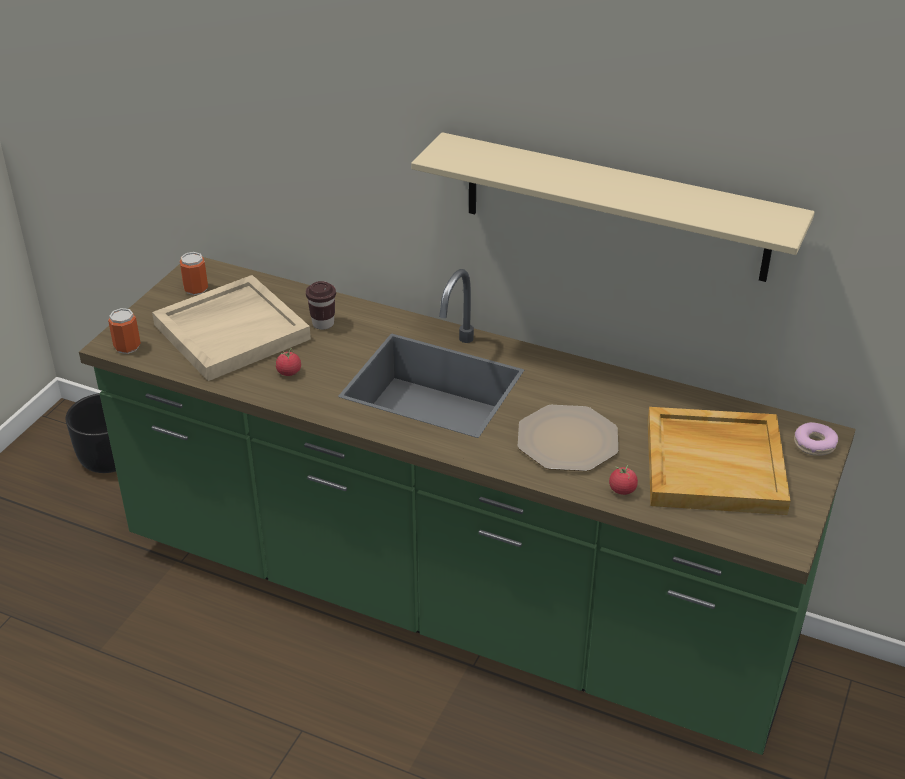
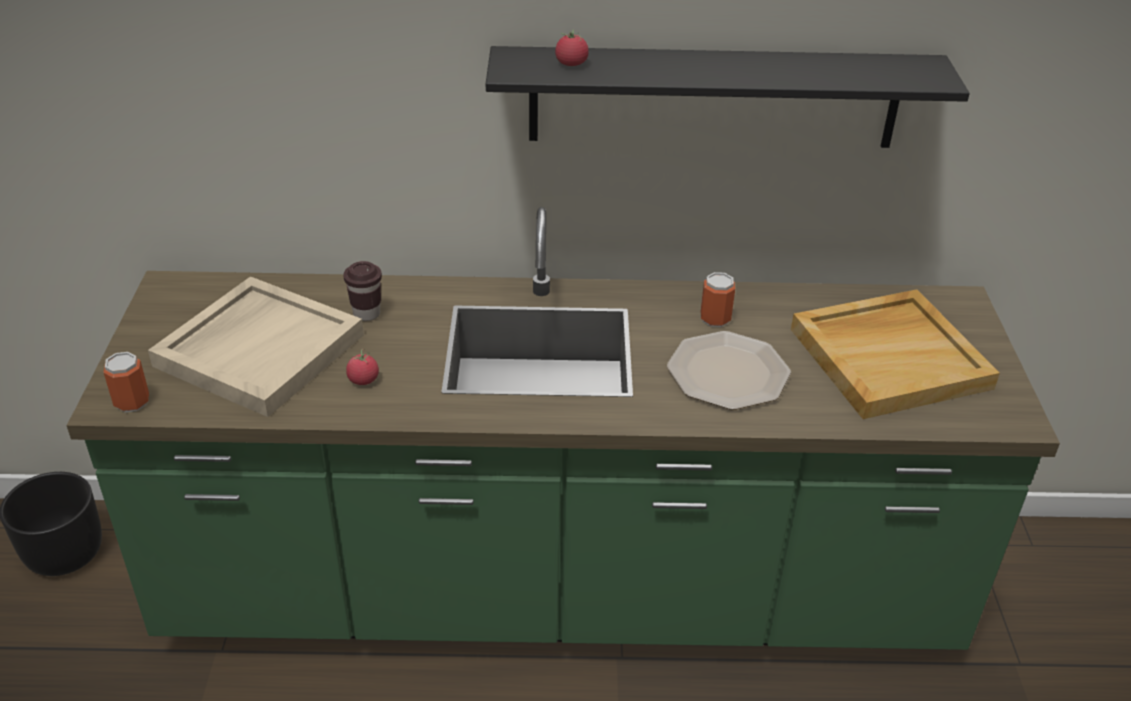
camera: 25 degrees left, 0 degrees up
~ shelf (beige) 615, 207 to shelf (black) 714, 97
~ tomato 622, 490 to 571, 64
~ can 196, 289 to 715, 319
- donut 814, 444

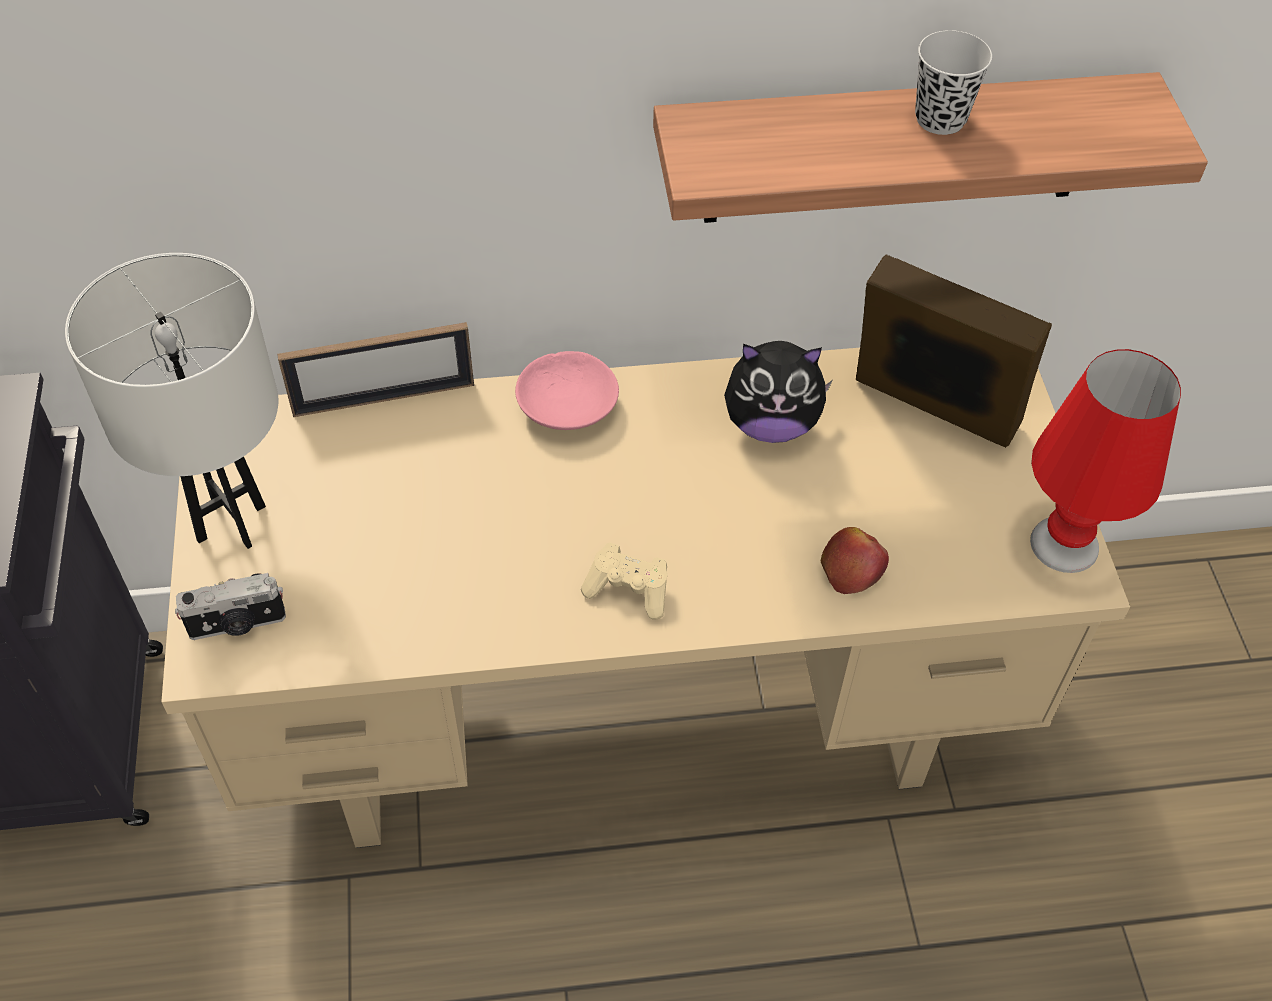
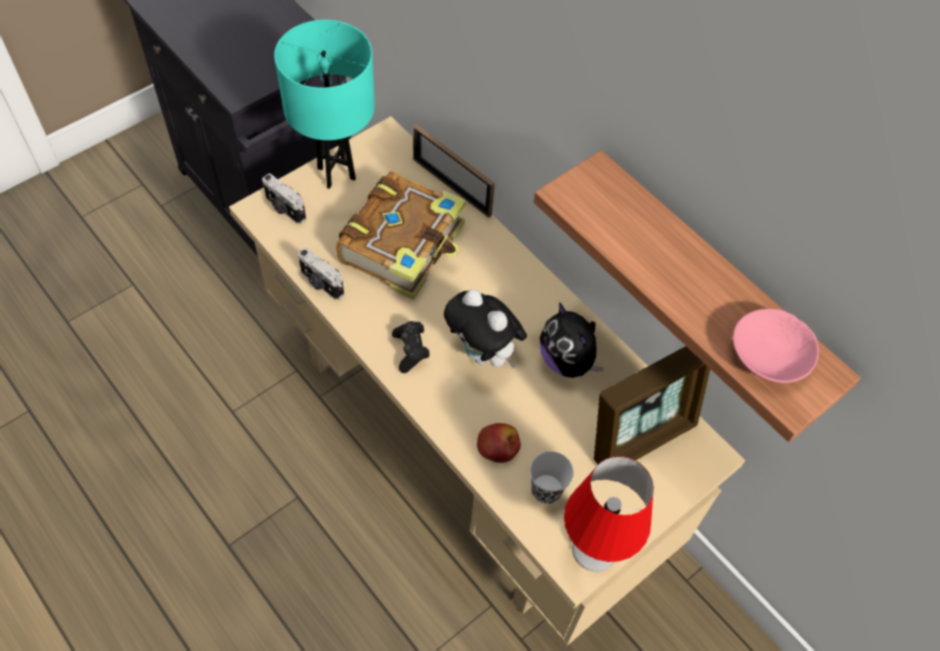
camera: 55 degrees right, 5 degrees up
~ table lamp (white) 231, 522 to table lamp (turquoise) 337, 173
+ photo camera 321, 283
+ book 404, 244
~ game controller (beige) 629, 590 to game controller (black) 410, 351
+ plush toy 484, 354
~ cup (black) 940, 119 to 546, 490
~ picture frame 931, 411 = 640, 435 60 degrees clockwise
~ bowl (pink) 568, 405 to 770, 355

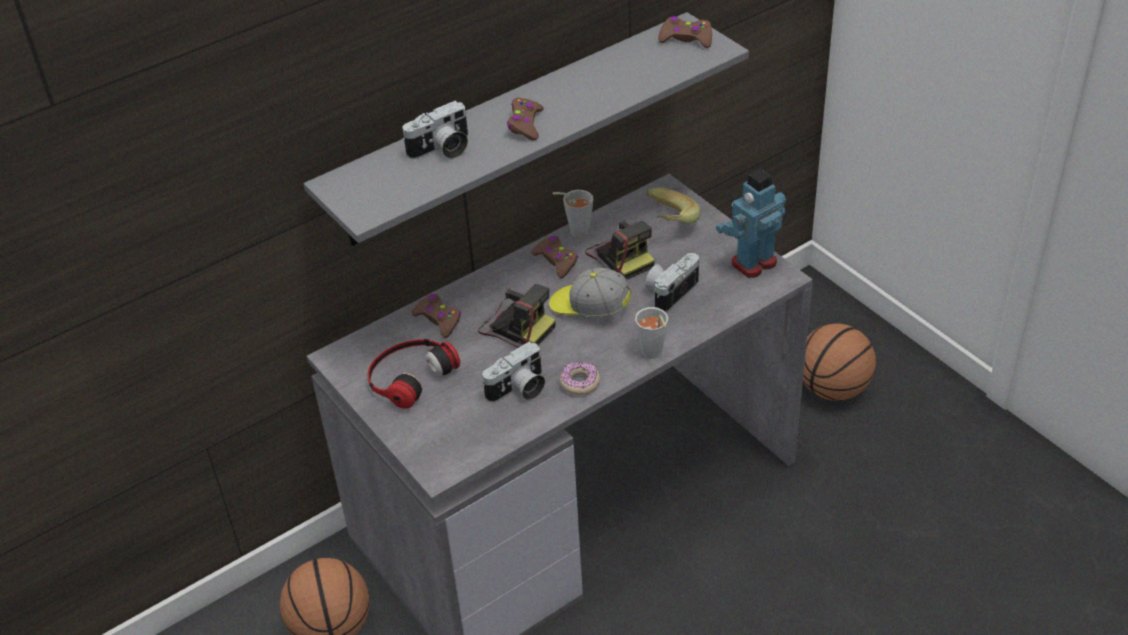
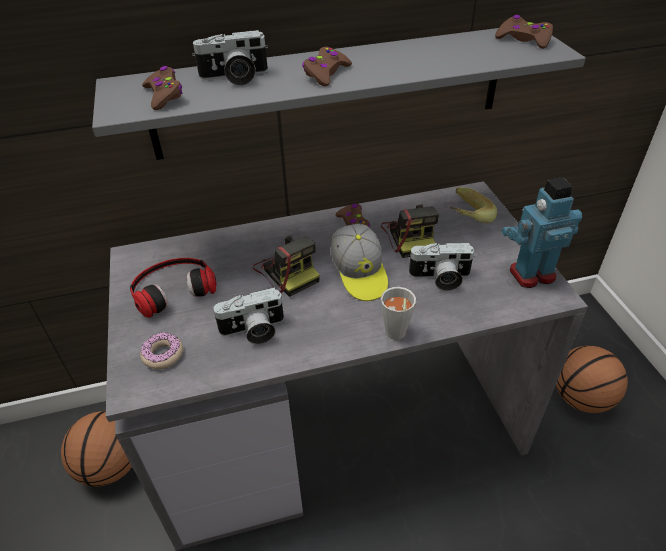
camera: 20 degrees right, 0 degrees up
~ donut 580, 383 to 163, 355
~ game controller (brown) 438, 320 to 164, 95
~ cap 589, 308 = 359, 273 150 degrees counterclockwise
~ photo camera 670, 291 = 440, 278 150 degrees counterclockwise
- cup (grey) 575, 231

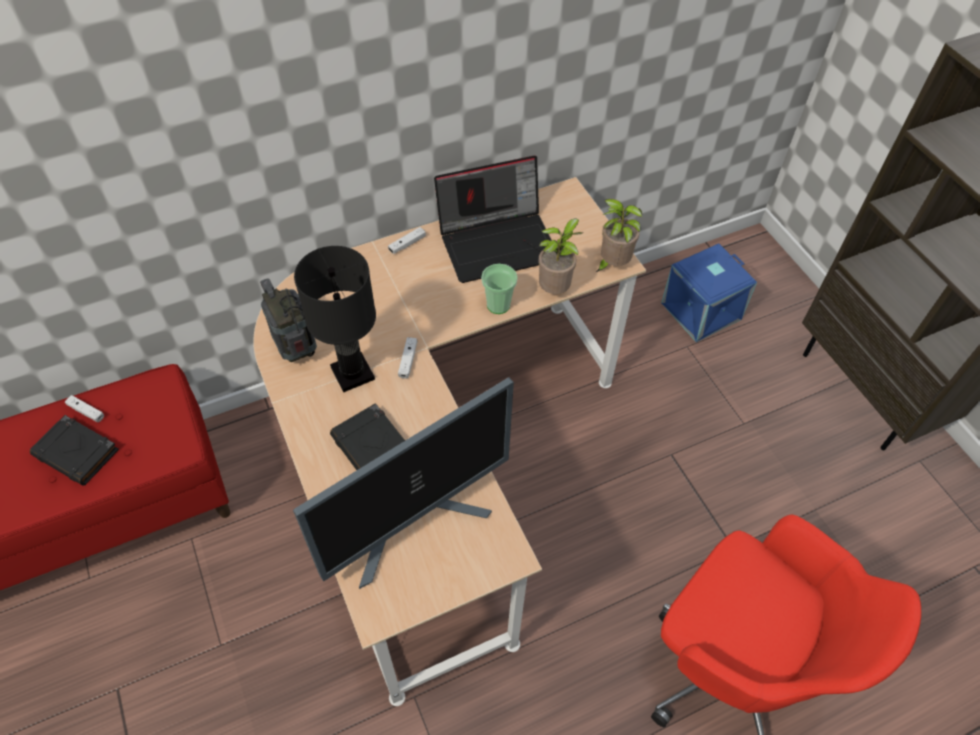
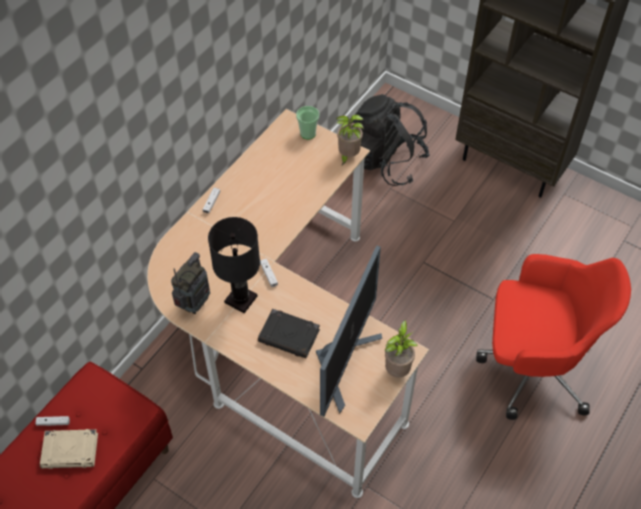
camera: 30 degrees left, 0 degrees up
~ book (black) 77, 453 to book (beige) 71, 450
~ radio 297, 350 = 194, 303 90 degrees clockwise
~ cup 498, 305 to 308, 133
~ storage box (blue) 701, 312 to backpack (black) 385, 161
~ potted plant 555, 290 to 397, 369
- laptop 498, 242

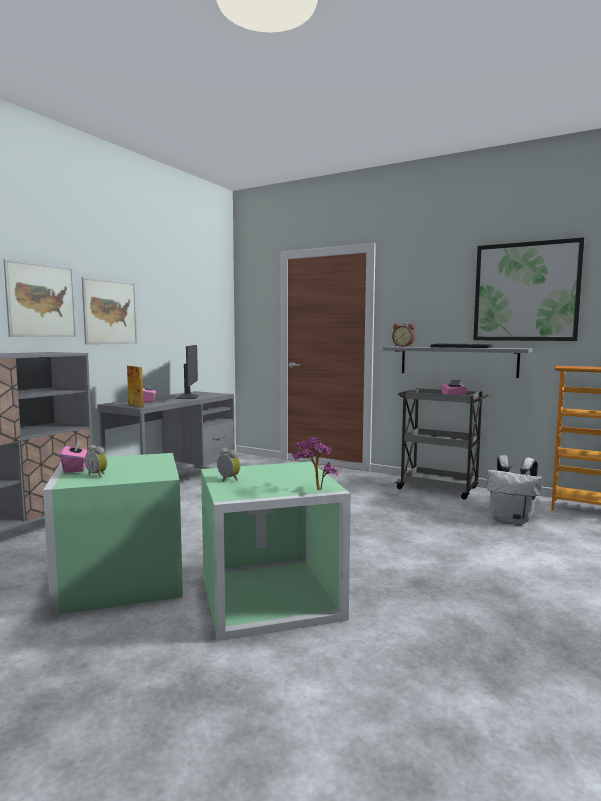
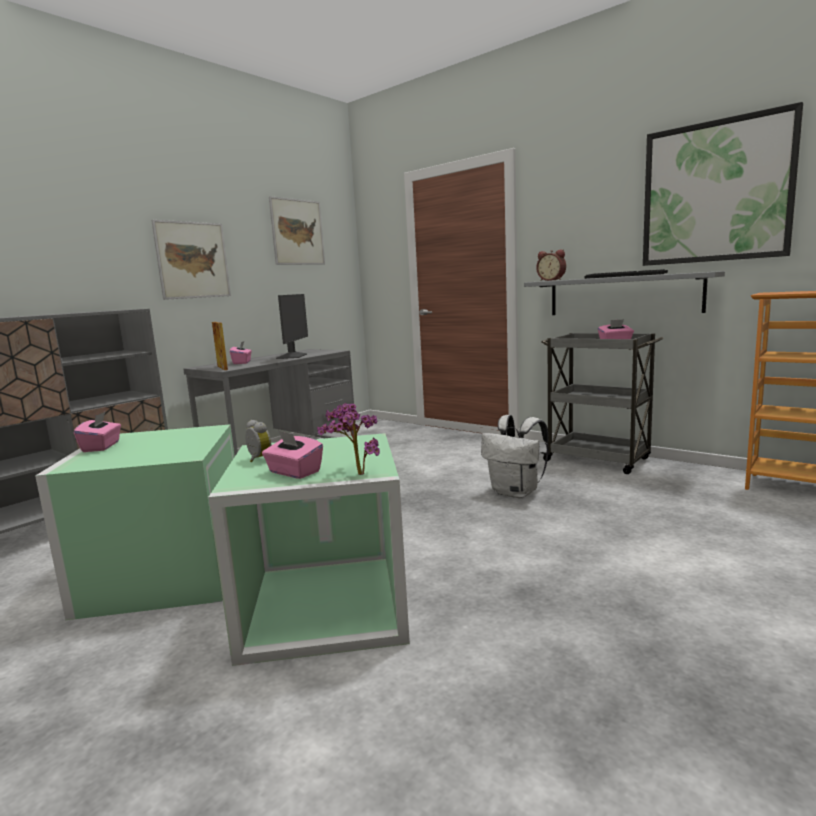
camera: 10 degrees right, 5 degrees up
+ tissue box (pink) 294, 472
~ picture 41, 300 to 297, 232
~ backpack (white) 512, 520 to 516, 492
- alarm clock 98, 475

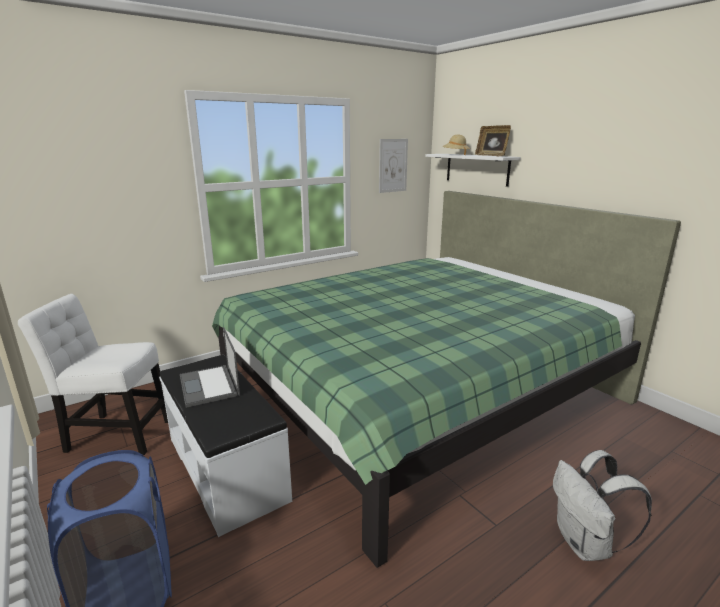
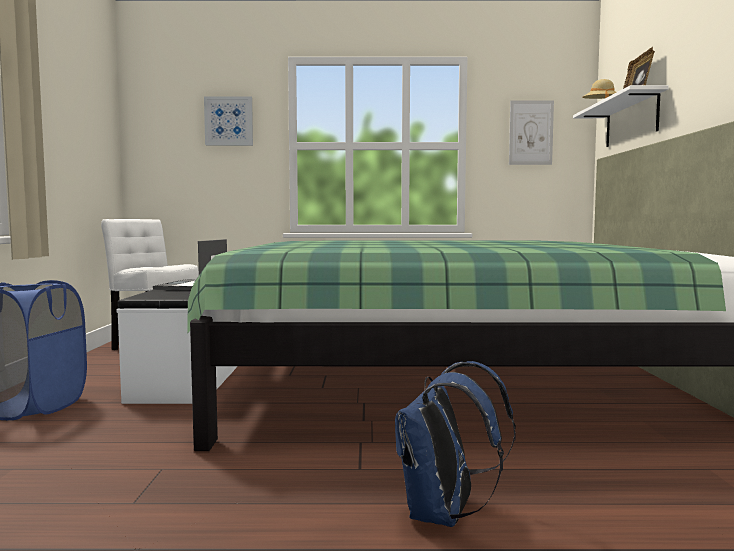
camera: 35 degrees right, 15 degrees down
+ picture 229, 121
~ backpack (white) 585, 544 to backpack (blue) 444, 515

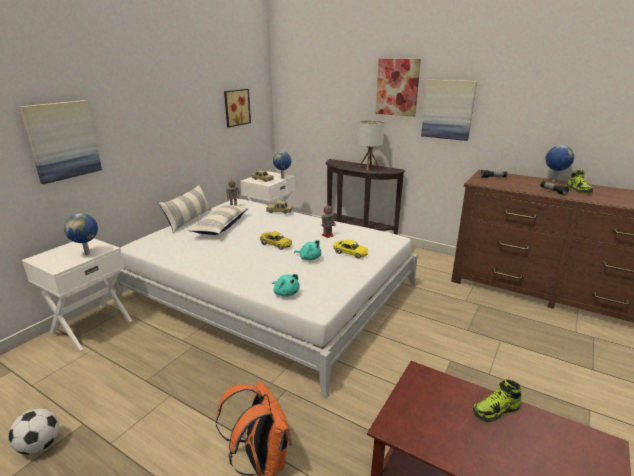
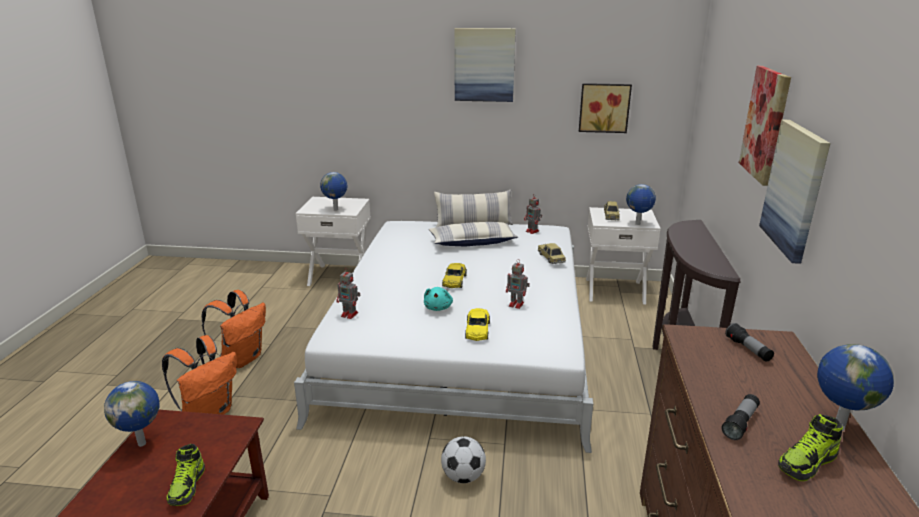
camera: 65 degrees right, 0 degrees up
+ globe 143, 443
~ shoe 495, 411 = 187, 486 135 degrees counterclockwise
+ backpack (orange) 242, 359
~ plush toy (turquoise) 286, 293 to toy robot 350, 314
~ football 40, 445 to 463, 476
~ picture 62, 140 to 484, 65
- table lamp 369, 167

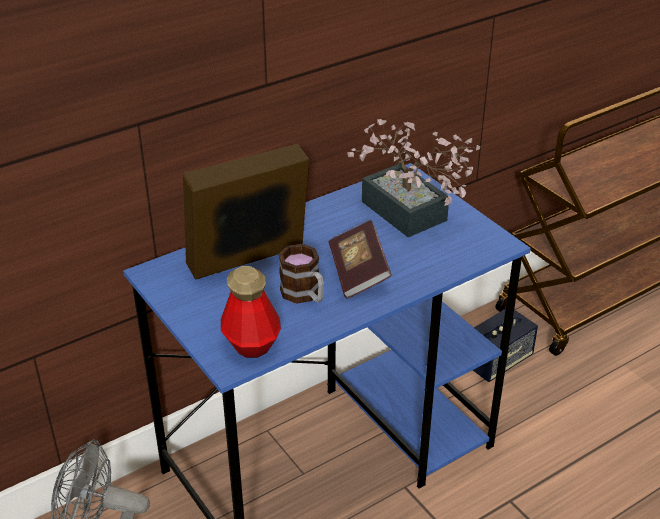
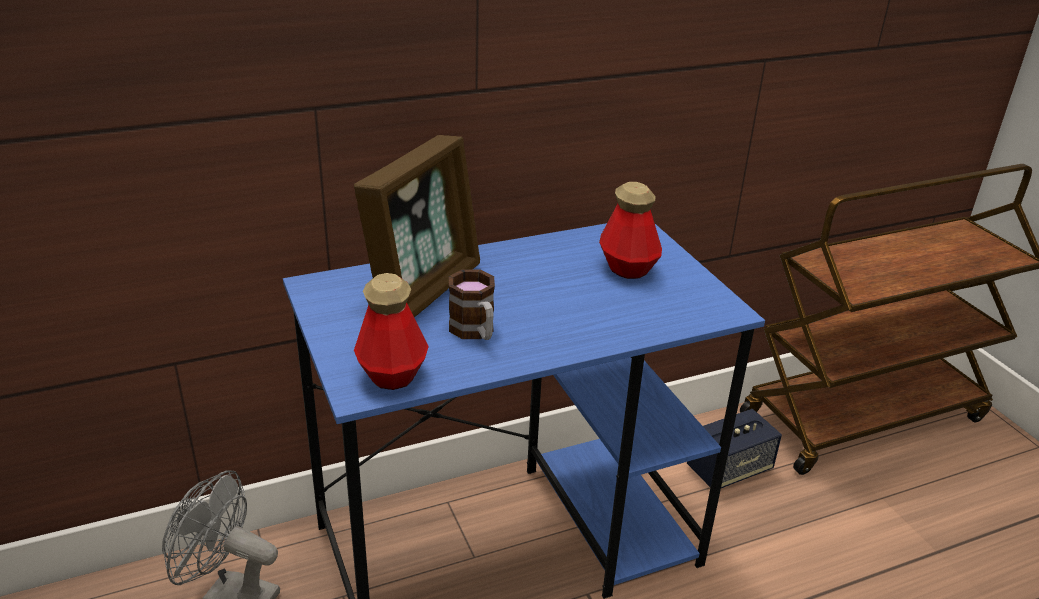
camera: 10 degrees right, 5 degrees down
~ picture frame 248, 262 = 424, 289 135 degrees clockwise
~ potted plant 409, 216 to bottle 627, 268
- book 358, 272

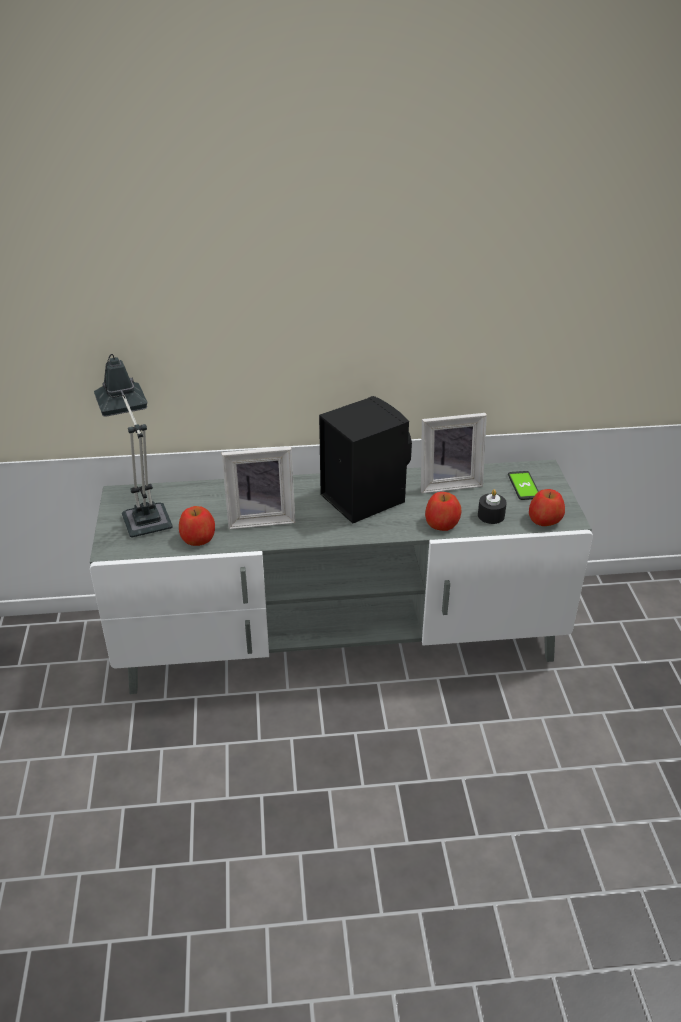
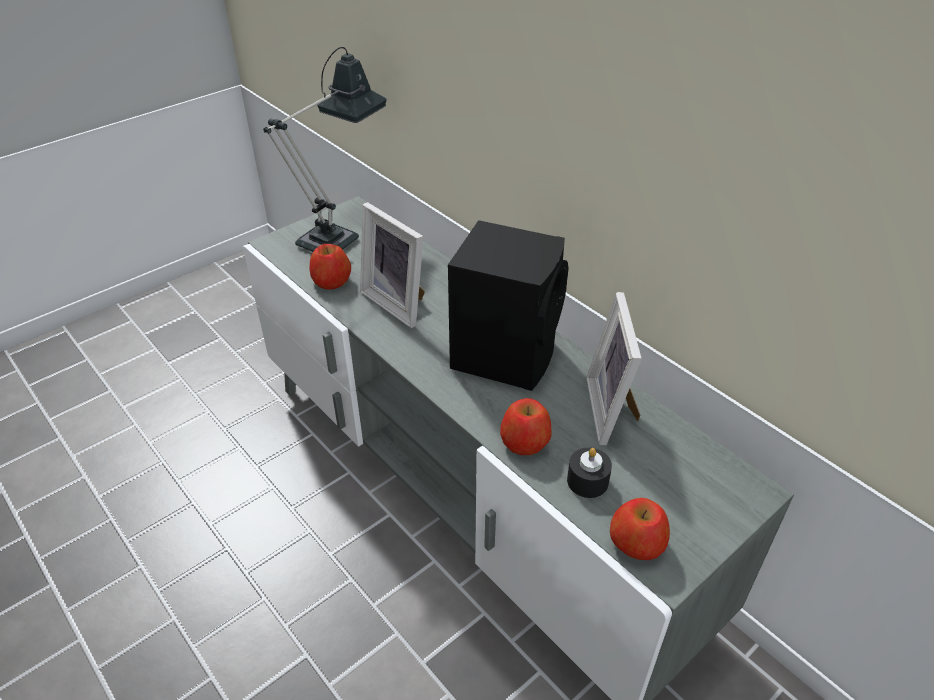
camera: 55 degrees right, 5 degrees up
~ picture frame 448, 482 = 613, 410 45 degrees clockwise
- phone 523, 486

